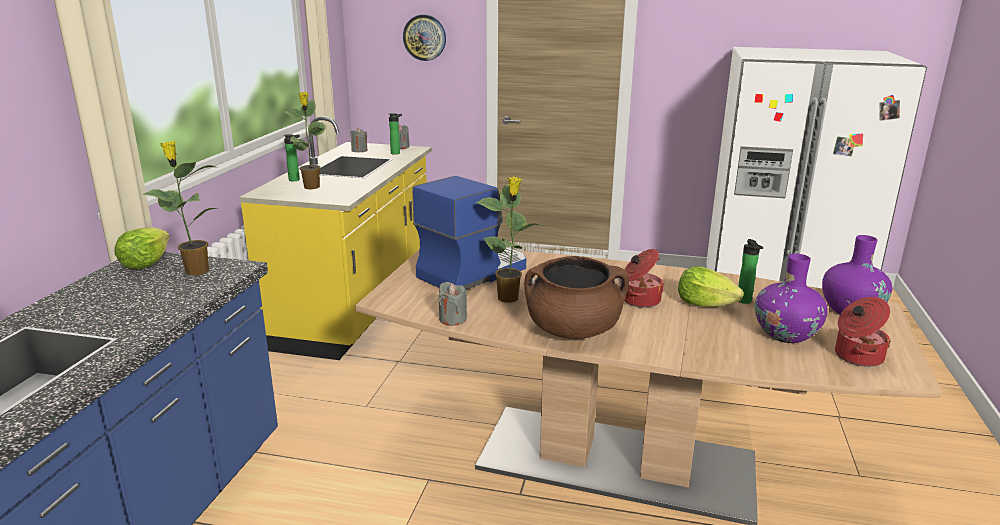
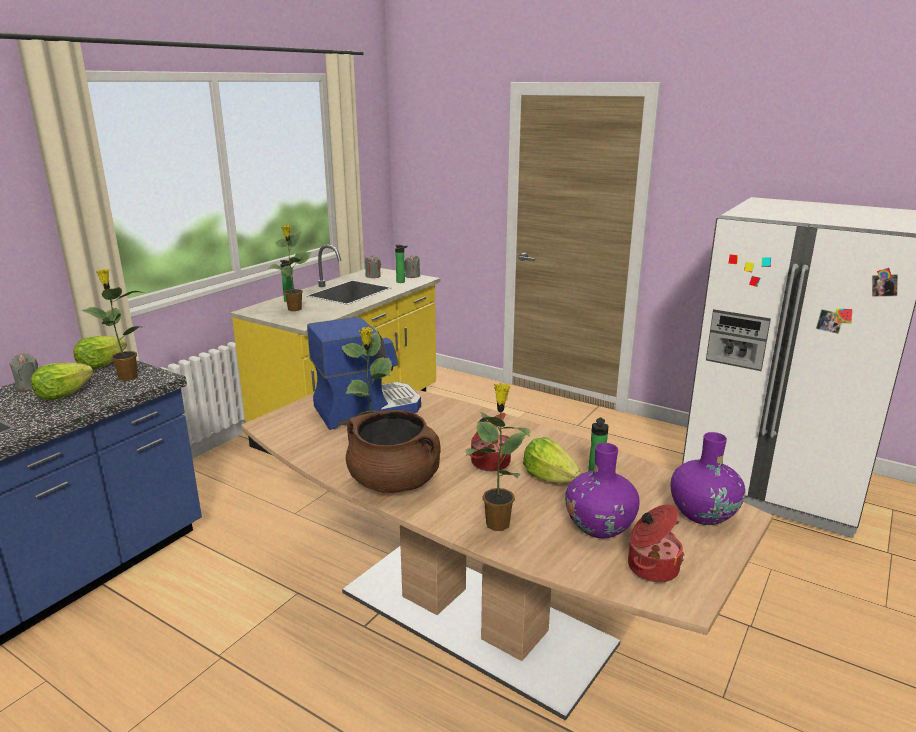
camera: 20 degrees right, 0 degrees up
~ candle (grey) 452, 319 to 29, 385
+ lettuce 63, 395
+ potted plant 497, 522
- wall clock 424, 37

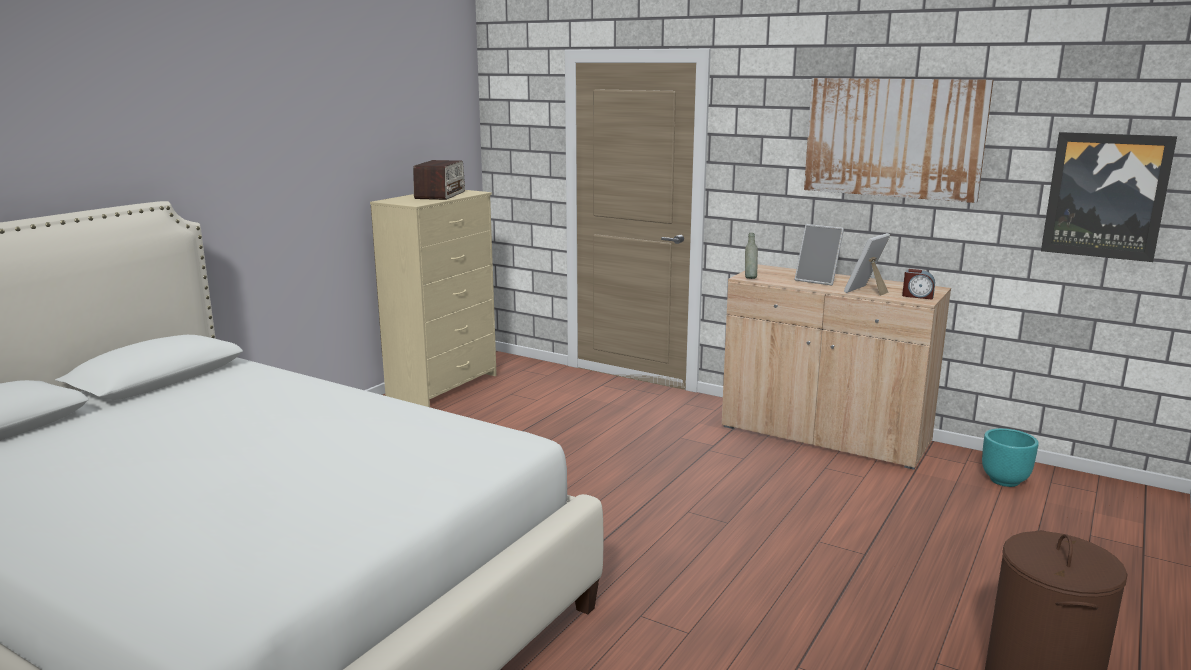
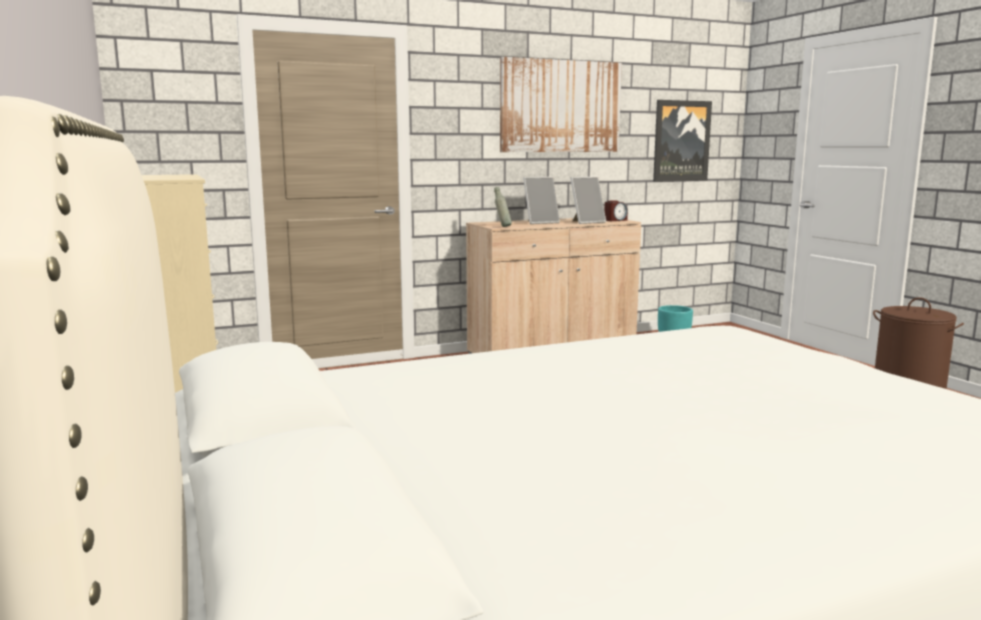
camera: 55 degrees left, 5 degrees down
~ picture frame 867, 291 = 586, 222 105 degrees counterclockwise
- radio 440, 195

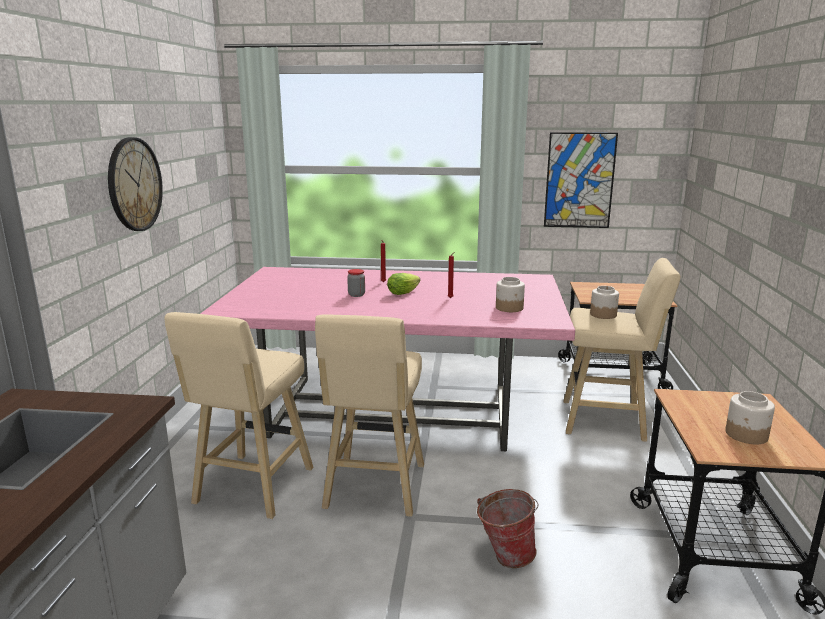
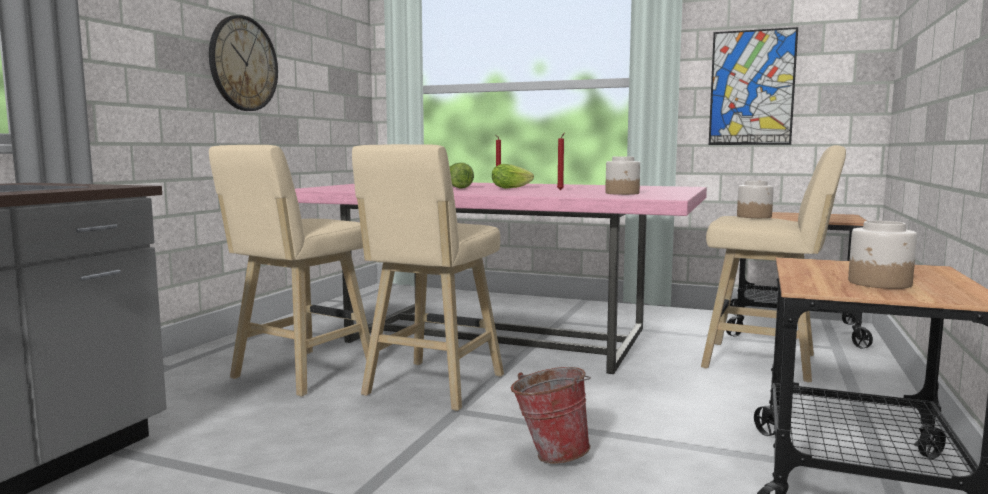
camera: 15 degrees right, 10 degrees down
~ jar 356, 295 to lettuce 458, 187

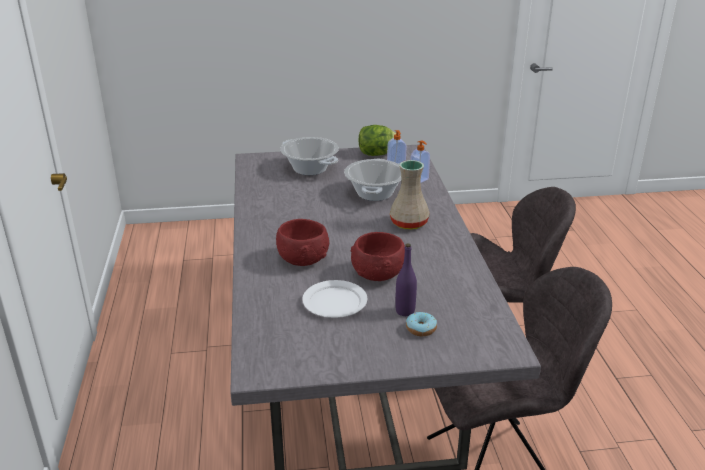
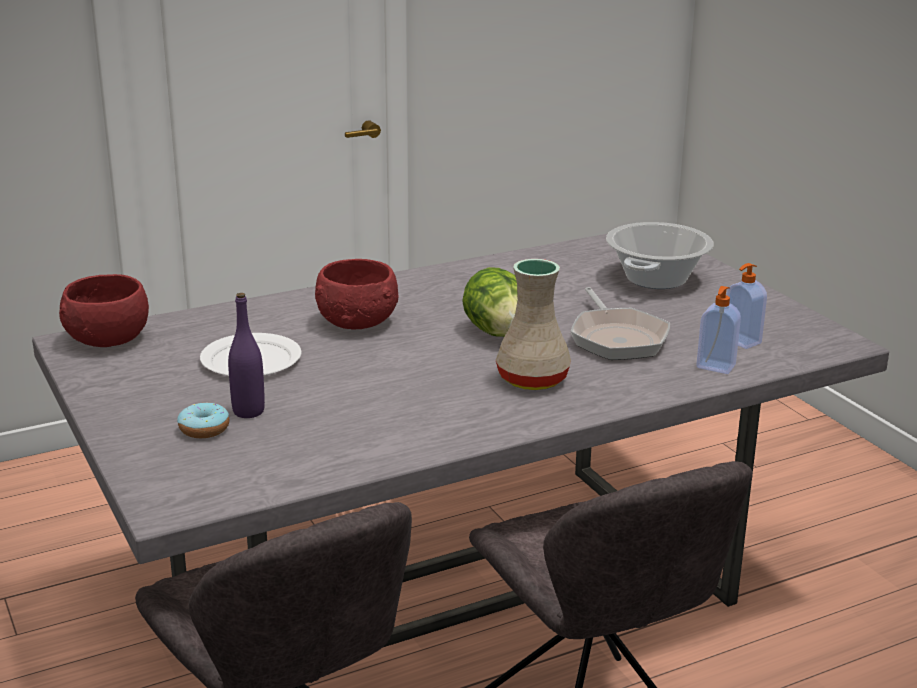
camera: 70 degrees right, 5 degrees down
~ bowl (red) 378, 274 to 108, 340
~ lettuce 377, 154 to 498, 333
~ cooking pot 374, 193 to frying pan 617, 338

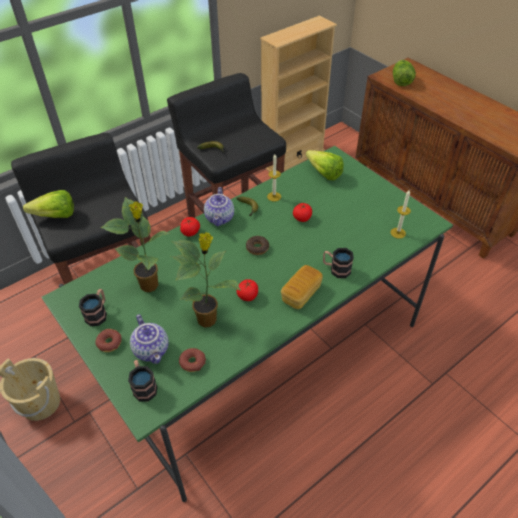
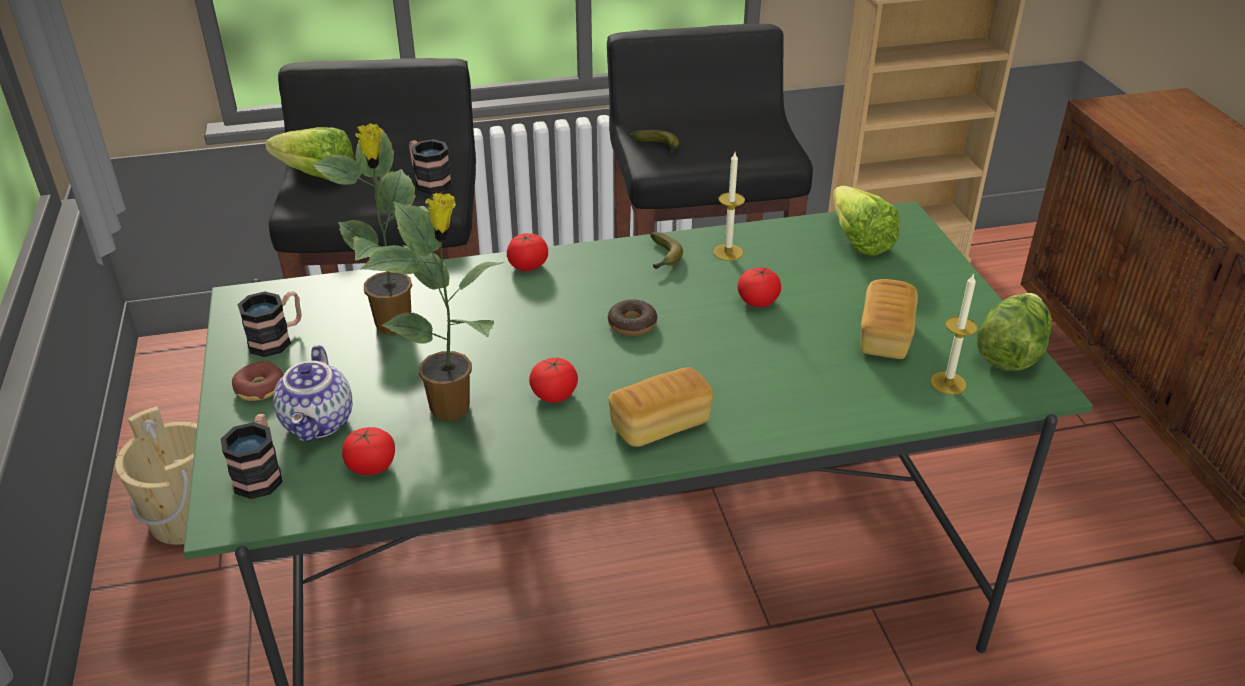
camera: 25 degrees right, 10 degrees down
~ donut 192, 362 to tomato 371, 466
~ mug 336, 269 to 429, 181
+ bread 885, 336
~ lettuce 401, 80 to 1010, 351
- teapot 220, 218

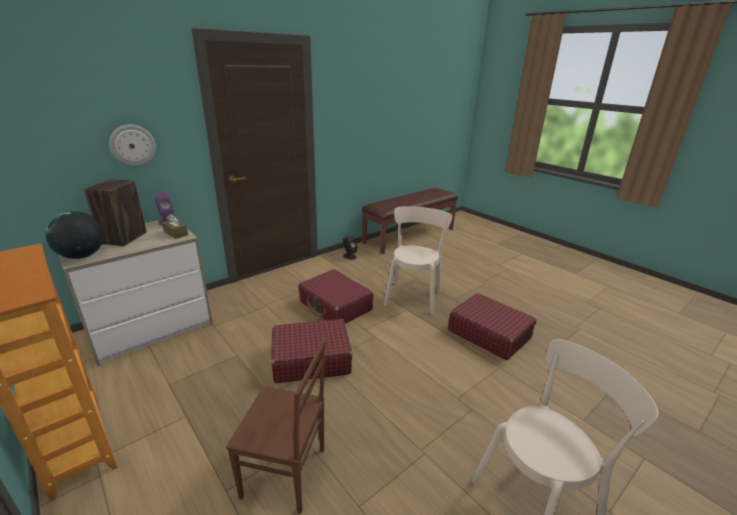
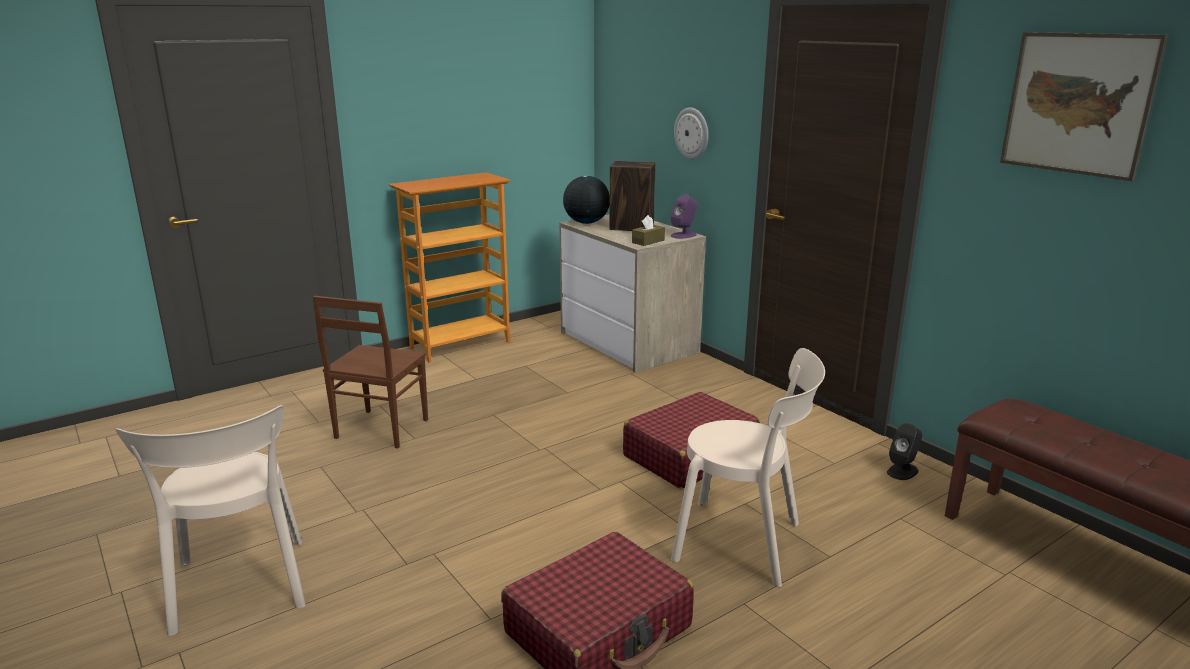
camera: 95 degrees right, 5 degrees down
+ picture 1077, 104
- suitcase (red) 311, 359

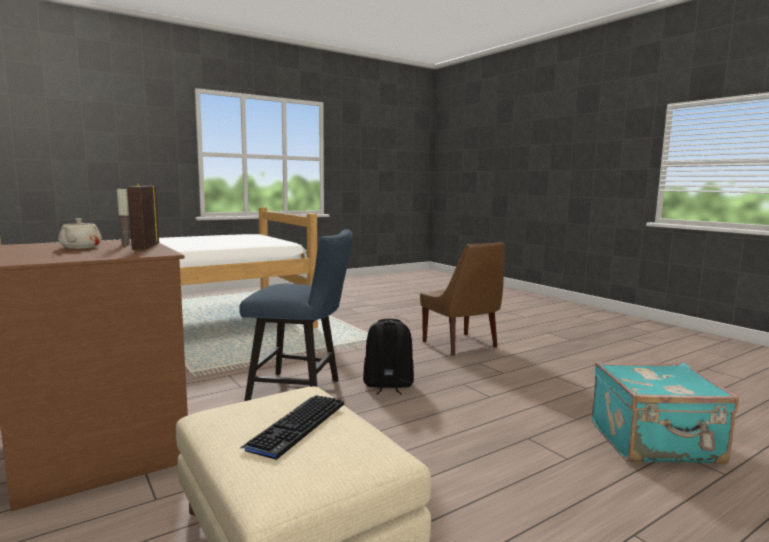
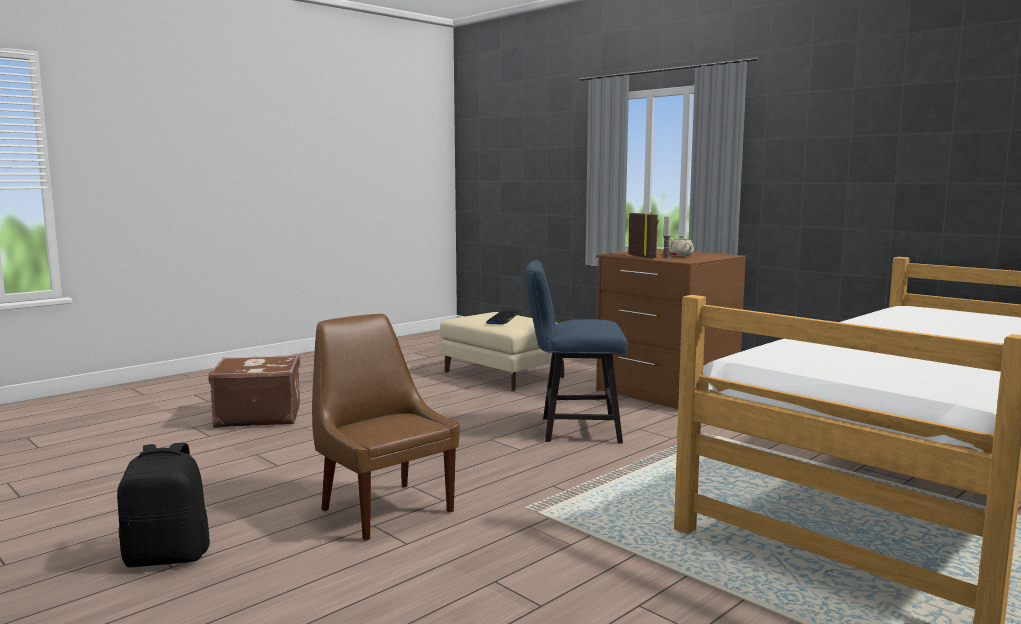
camera: 170 degrees right, 0 degrees up
~ backpack (black) 387, 385 to 168, 557
~ suitcase (turquoise) 656, 444 to suitcase (brown) 258, 416

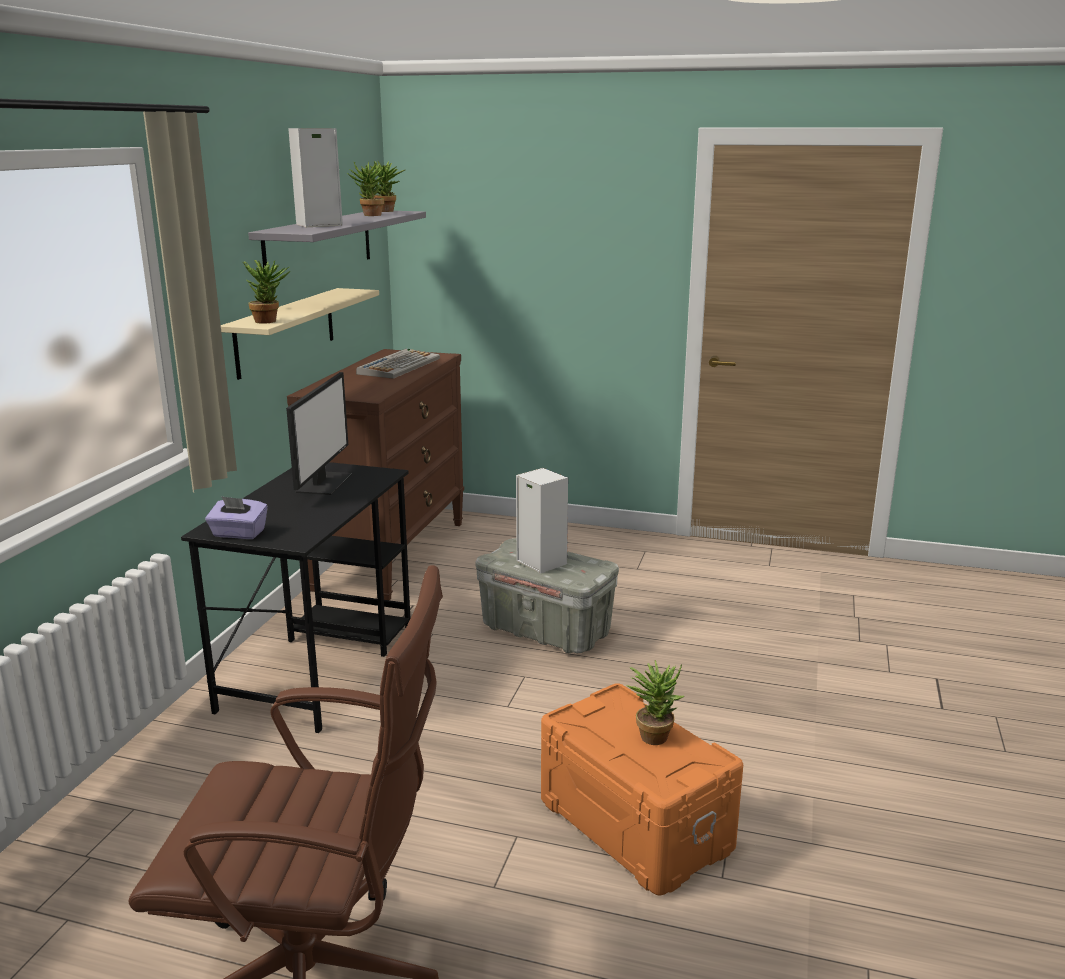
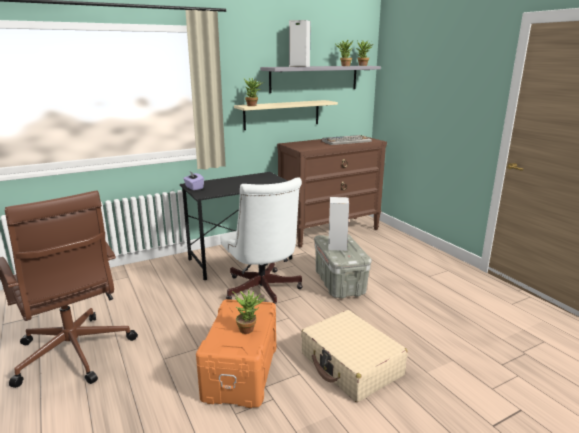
camera: 45 degrees right, 0 degrees up
+ office chair (white) 263, 291
+ suitcase (beige) 351, 365
- monitor 323, 483

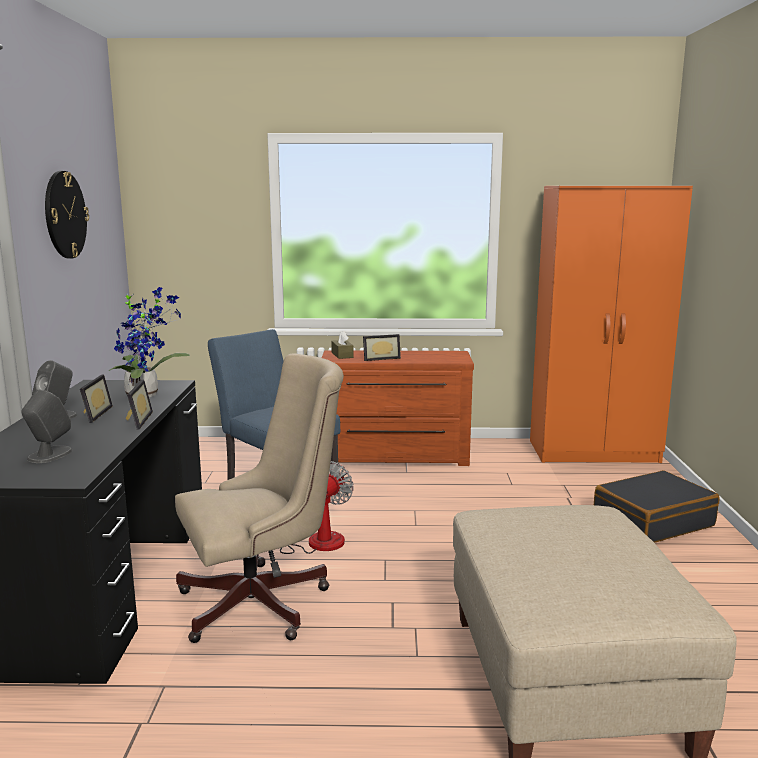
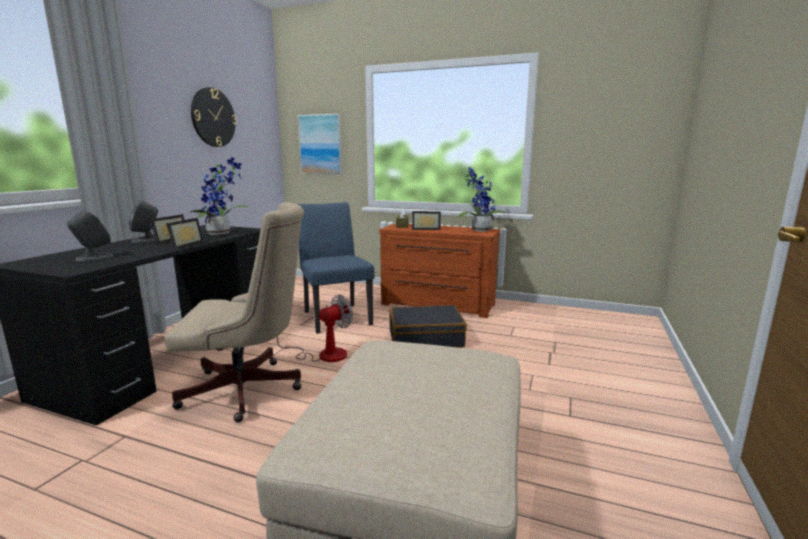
camera: 20 degrees right, 0 degrees up
+ picture 321, 144
~ suitcase (black) 652, 521 to 425, 338
+ potted plant 479, 230
- wardrobe (orange) 595, 452

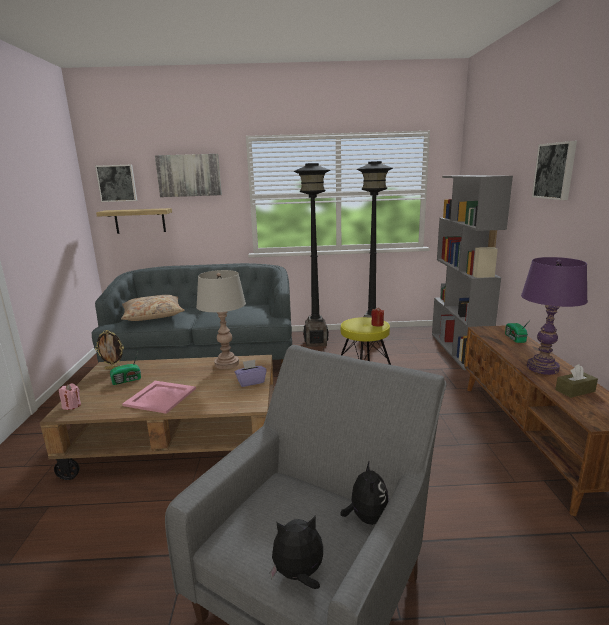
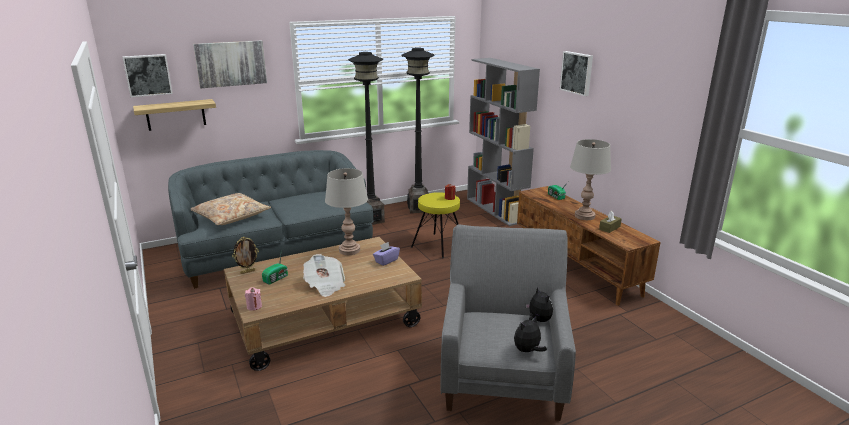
camera: 25 degrees left, 5 degrees up
~ tray (pink) 160, 397 to newspaper 325, 285
~ table lamp (purple) 542, 368 to table lamp (grey) 584, 216

